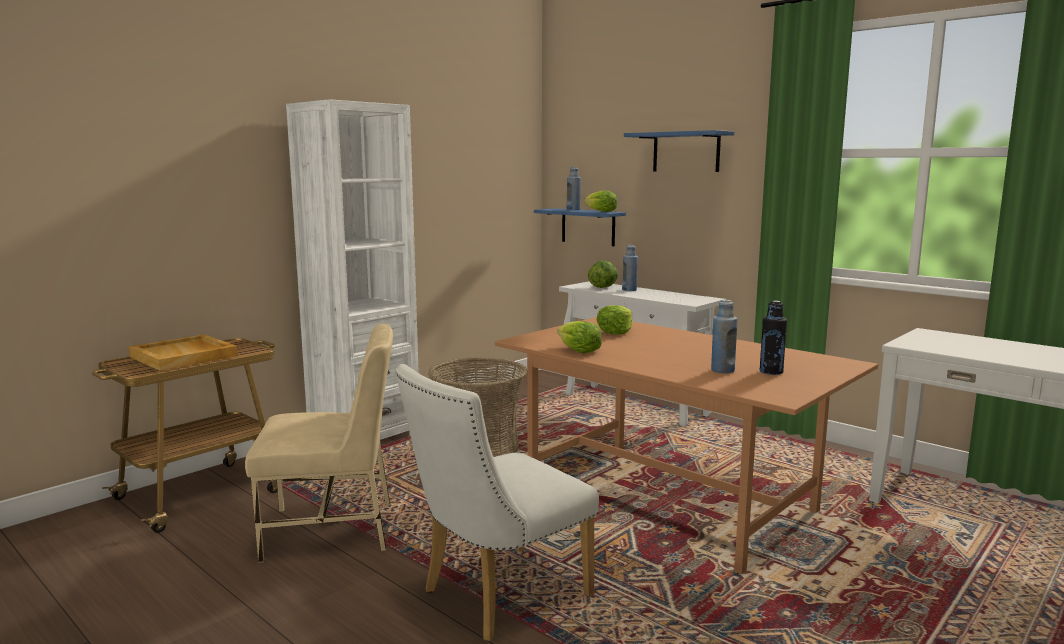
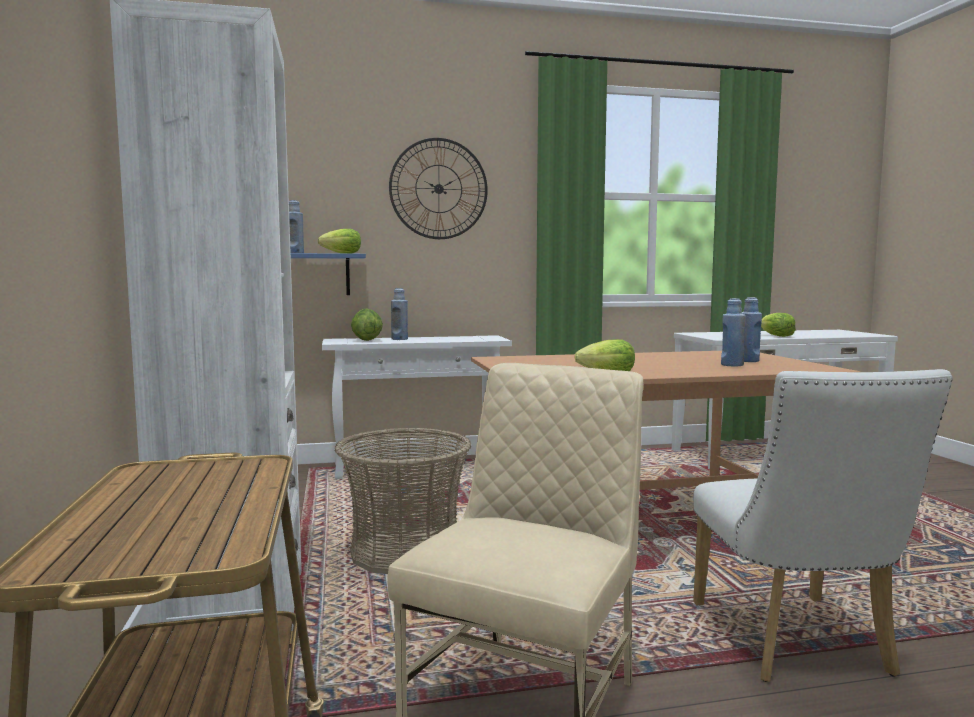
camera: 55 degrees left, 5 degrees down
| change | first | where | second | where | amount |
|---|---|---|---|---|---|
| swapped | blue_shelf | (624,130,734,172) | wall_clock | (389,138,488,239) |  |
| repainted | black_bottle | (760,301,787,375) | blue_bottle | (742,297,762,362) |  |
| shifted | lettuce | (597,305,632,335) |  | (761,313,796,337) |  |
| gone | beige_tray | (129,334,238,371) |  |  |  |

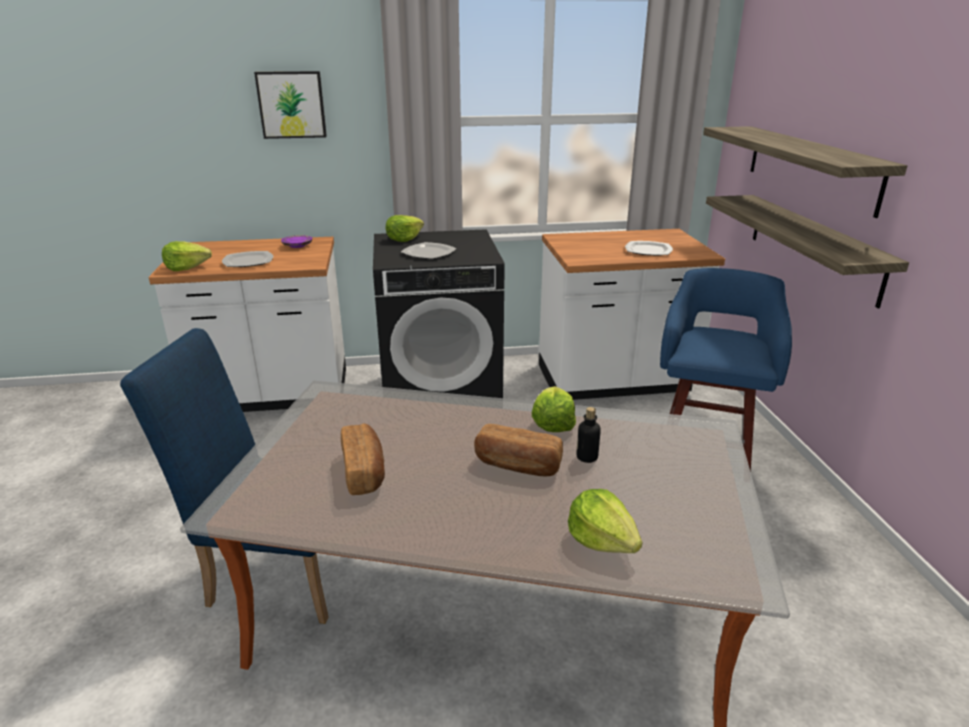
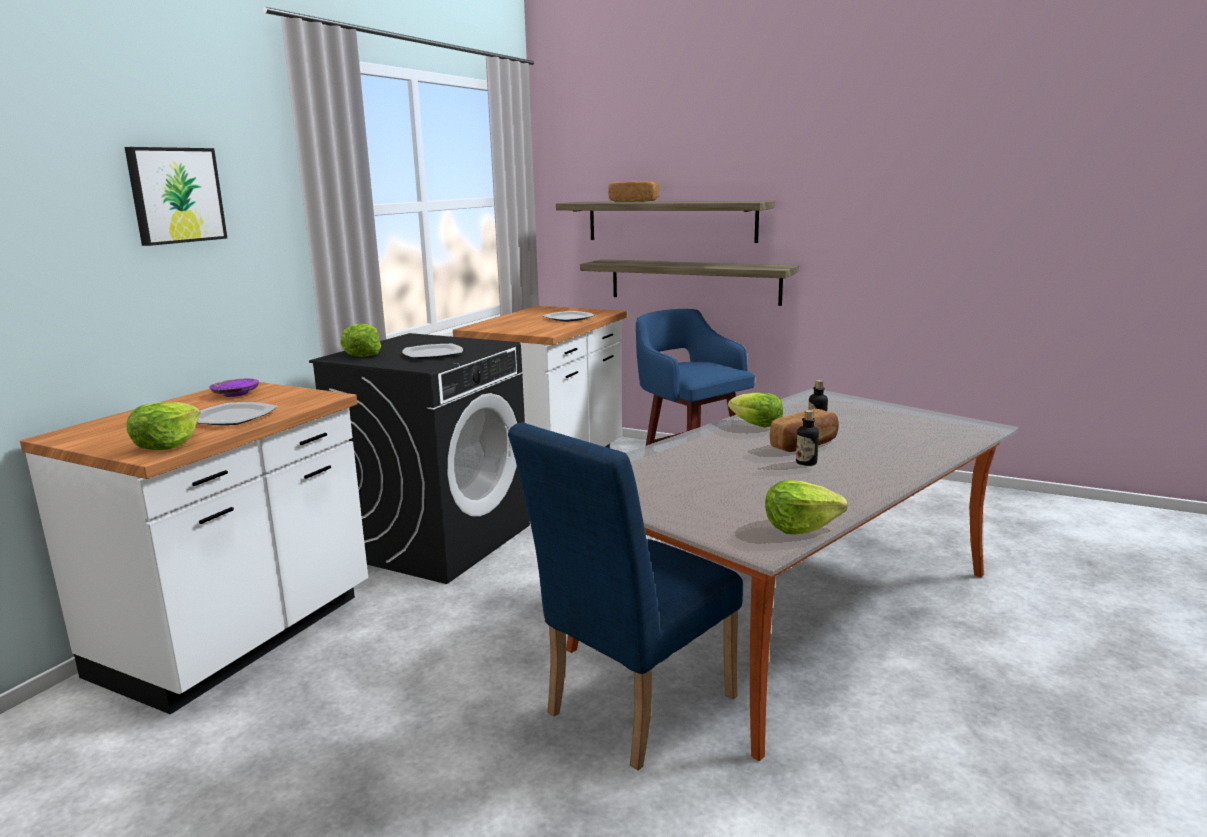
camera: 55 degrees left, 10 degrees down
| change | first | where | second | where | amount |
|---|---|---|---|---|---|
| shifted | bread | (341,423,385,495) |  | (608,181,659,202) |  |
| shifted | lettuce | (568,489,642,553) |  | (765,480,847,535) |  |
| new |  |  | bottle | (796,410,819,466) |  |

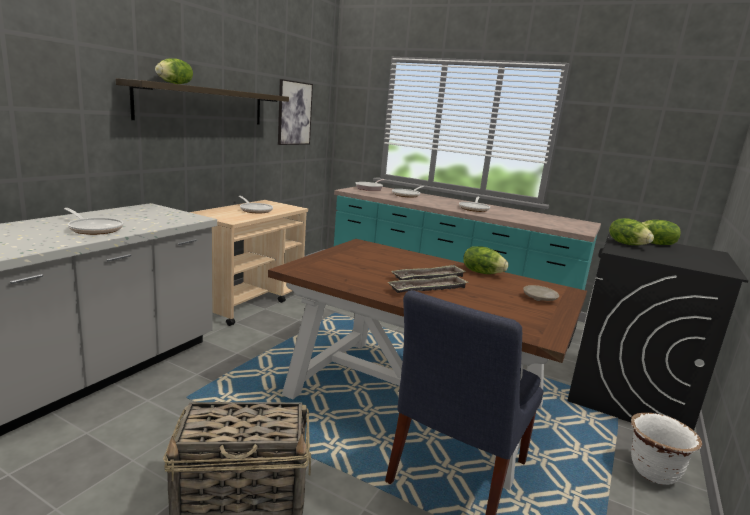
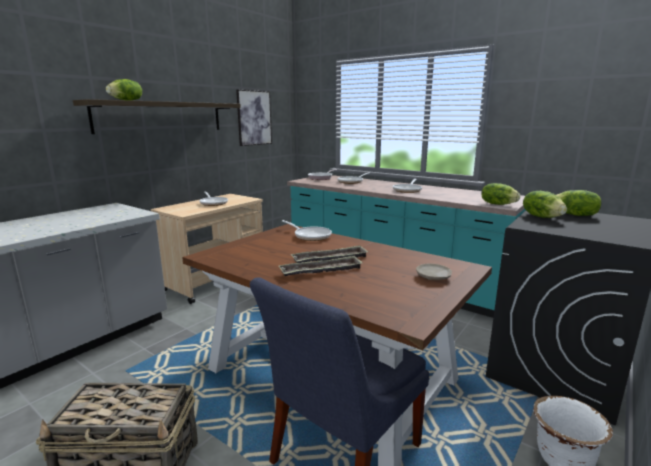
camera: 10 degrees right, 0 degrees up
| change | first | where | second | where | amount |
|---|---|---|---|---|---|
| shifted | frying_pan | (64,208,123,235) |  | (282,220,332,241) |  |
| shifted | lettuce | (463,246,509,274) |  | (481,183,520,205) |  |

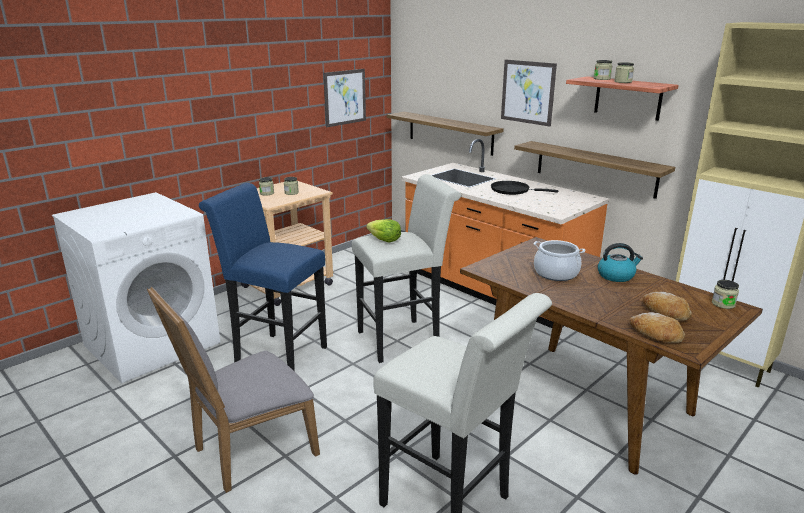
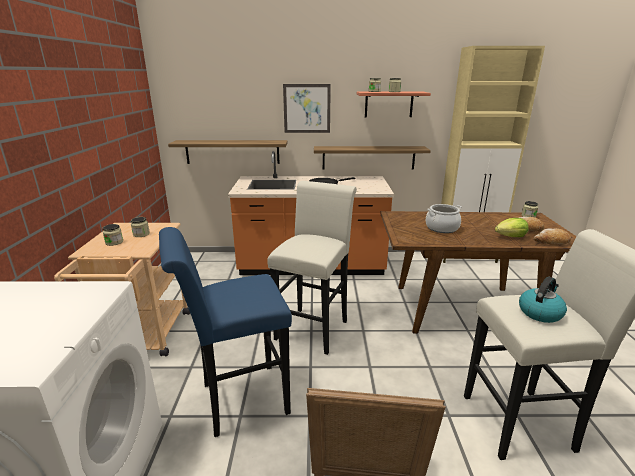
camera: 45 degrees left, 0 degrees up
| change | first | where | second | where | amount |
|---|---|---|---|---|---|
| gone | picture | (323,69,366,127) |  |  |  |
| shifted | lettuce | (366,219,401,243) |  | (495,218,529,237) |  |
| shifted | kettle | (598,243,643,282) |  | (519,277,567,323) |  |

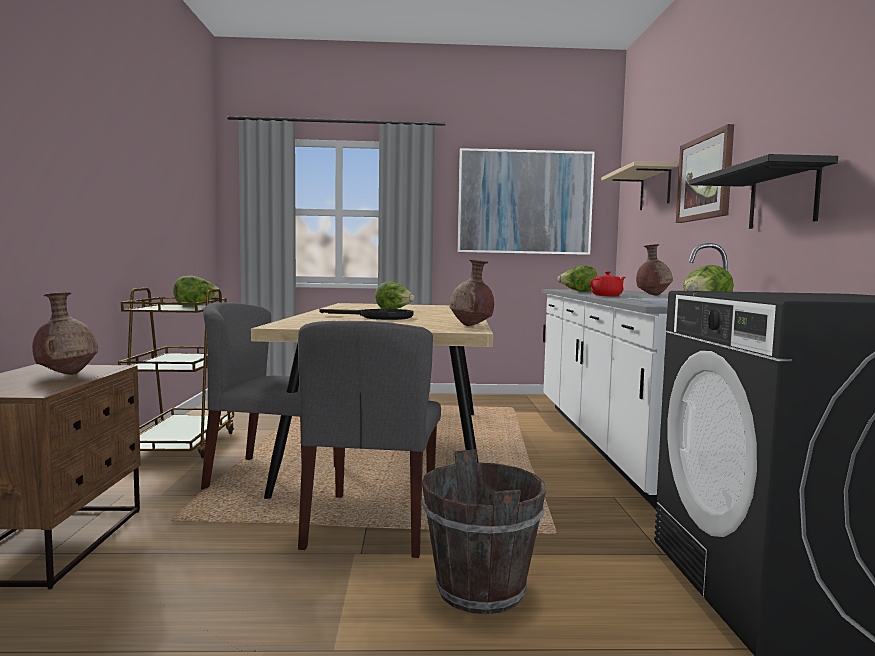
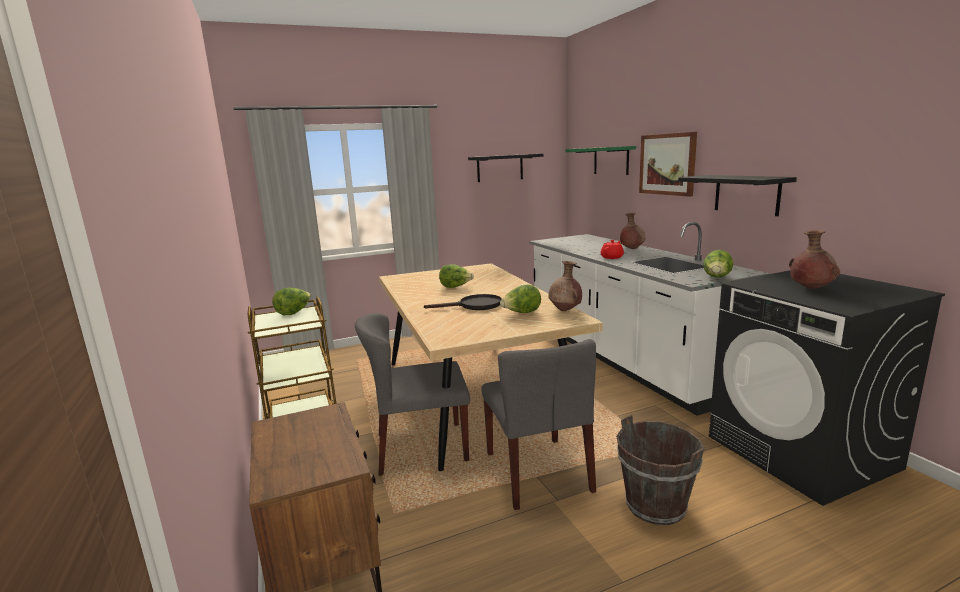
camera: 20 degrees left, 10 degrees up
| change | first | where | second | where | amount |
|---|---|---|---|---|---|
| swapped | picture | (457,148,595,255) | black_shelf | (468,154,543,182) |  |
| repainted | beige_shelf | (601,161,678,210) | green_shelf | (565,146,636,175) |  |
| shifted | lettuce | (557,265,597,292) |  | (500,285,541,313) |  |
| shifted | brown_vase | (32,292,98,375) |  | (789,230,840,289) |  |

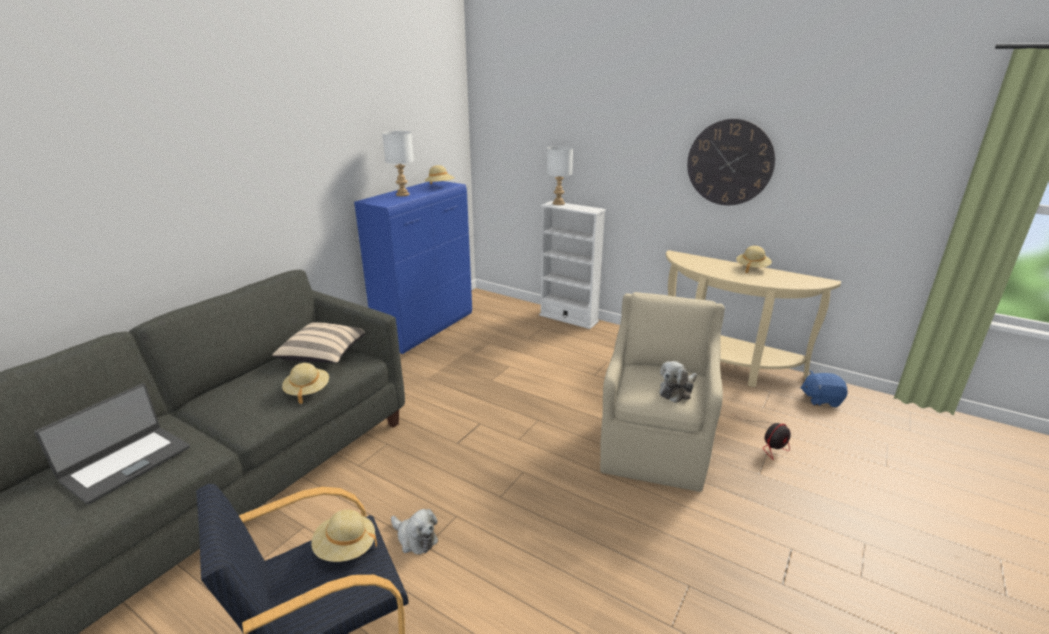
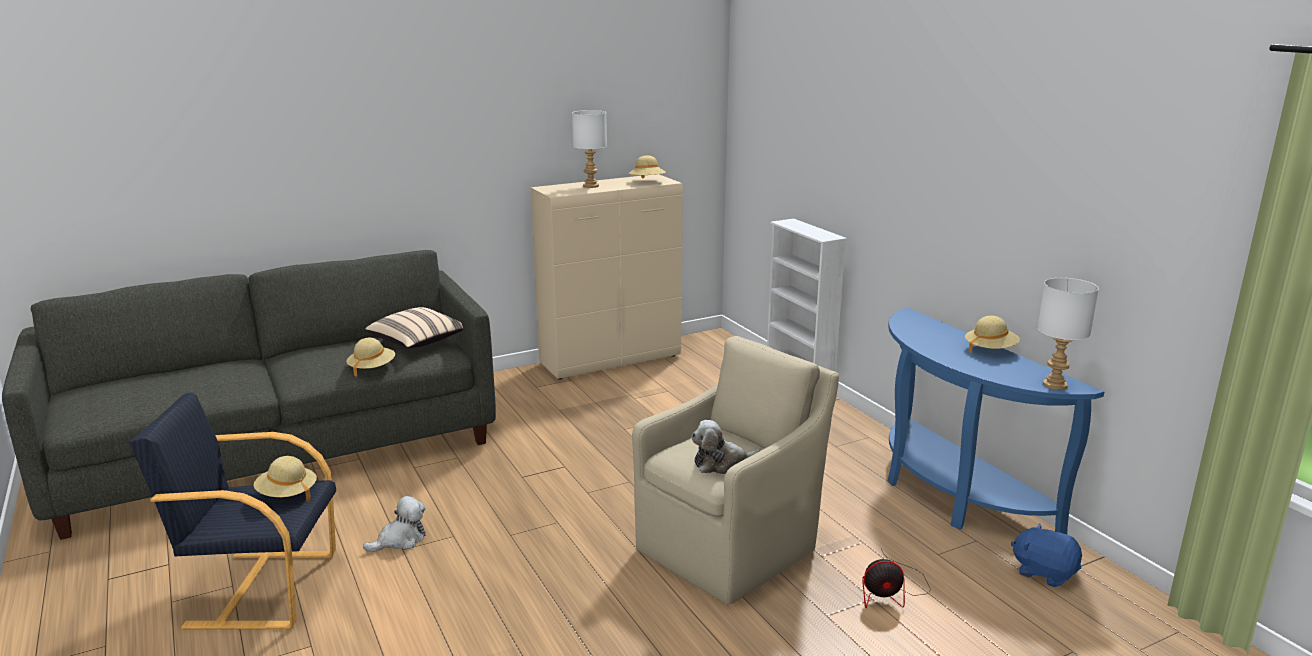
camera: 30 degrees right, 5 degrees down
| change | first | where | second | where | amount |
|---|---|---|---|---|---|
| gone | wall_clock | (687,119,775,205) |  |  |  |
| shifted | white_table_lamp | (547,146,573,205) |  | (1038,278,1099,390) |  |
| repainted | blue_cabinet | (354,181,472,354) | beige_cabinet | (531,174,683,380) |  |
| repainted | beige_console_table | (666,250,841,387) | blue_console_table | (888,308,1104,534) |  |
| gone | laptop | (34,383,190,504) |  |  |  |
| rotated | plush_toy | (391,509,438,554) |  | (363,496,426,552) | 105 degrees counterclockwise |

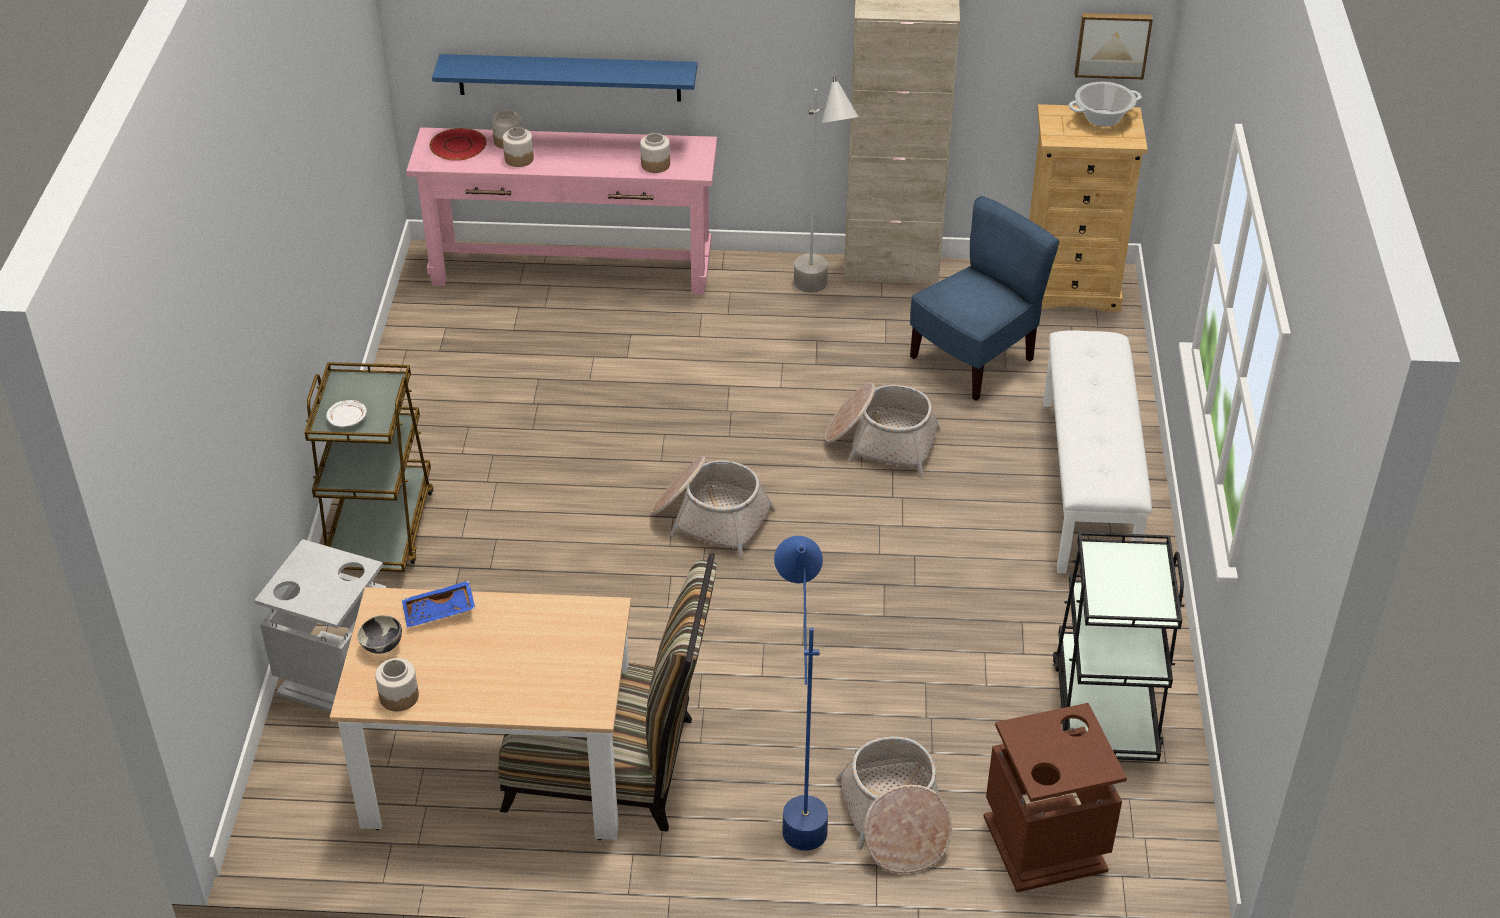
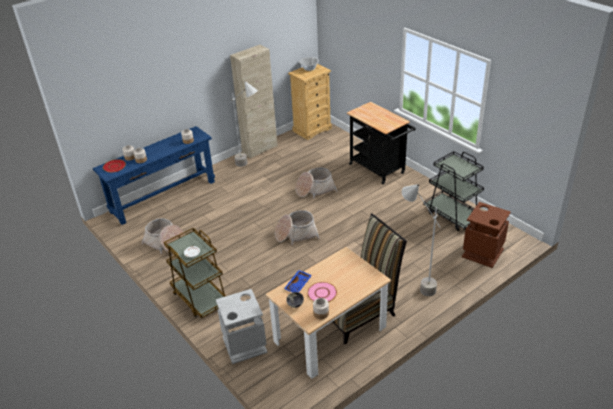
camera: 40 degrees left, 5 degrees down
| change | first | where | second | where | amount |
|---|---|---|---|---|---|
| gone | picture | (1075,13,1153,79) |  |  |  |
| gone | blue_shelf | (432,54,697,102) |  |  |  |
| repainted | pink_console_table | (406,127,717,295) | blue_console_table | (93,126,215,225) |  |
| gone | blue_chair | (910,196,1059,401) |  |  |  |
| swapped | white_bench | (1043,330,1152,573) | black_cart | (347,102,416,184) |  |
| repainted | blue_floor_lamp | (774,536,828,851) | grey_floor_lamp | (402,184,440,296) |  |
| shifted | basket | (836,736,952,874) |  | (142,218,185,254) |  |
| new |  |  | pink_plate | (307,282,337,302) |  |

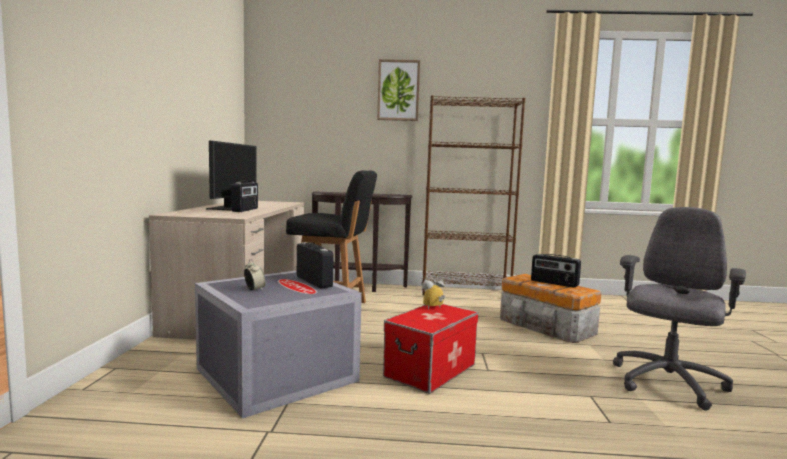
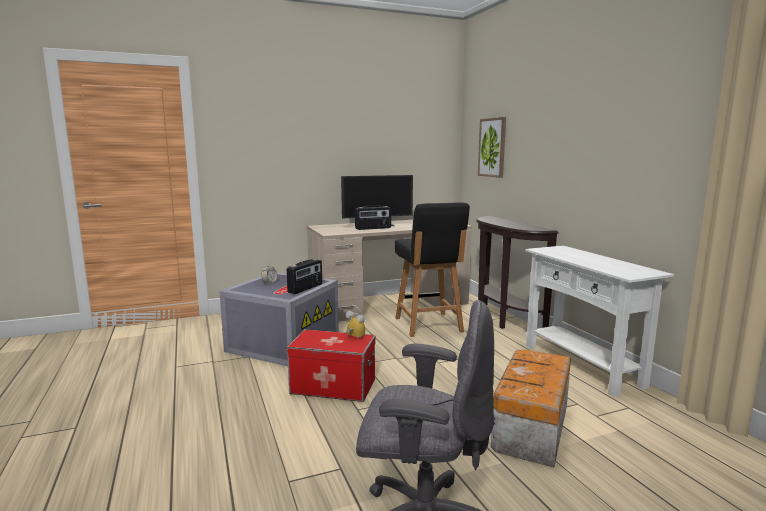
camera: 65 degrees right, 5 degrees up
| change | first | where | second | where | amount |
|---|---|---|---|---|---|
| shifted | picture | (377,59,420,121) |  | (478,117,506,178) |  |
| swapped | brown_bookcase | (421,95,525,296) | white_console_table | (525,246,674,397) |  |
| gone | radio | (531,254,581,288) |  |  |  |

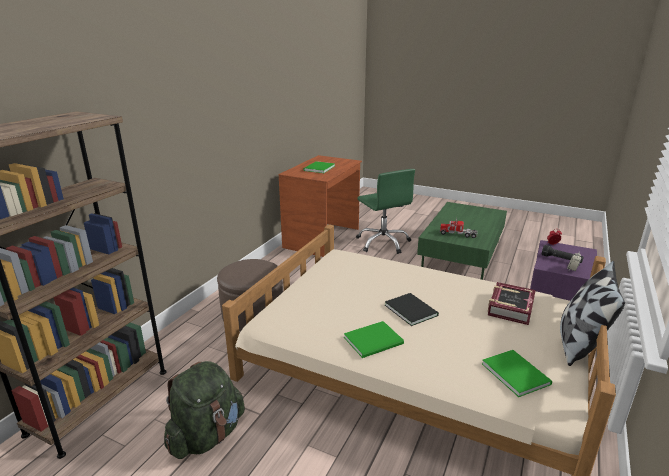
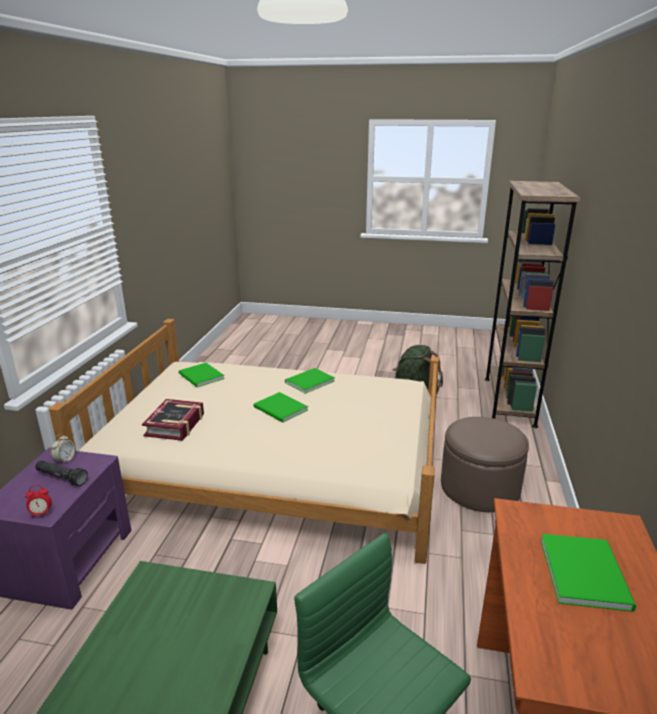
camera: 165 degrees right, 0 degrees up
| change | first | where | second | where | amount |
|---|---|---|---|---|---|
| gone | toy_truck | (440,218,478,238) |  |  |  |
| gone | pillow | (560,261,625,366) |  |  |  |
| repainted | black_book | (385,293,439,326) | green_book | (254,392,308,423) |  |

